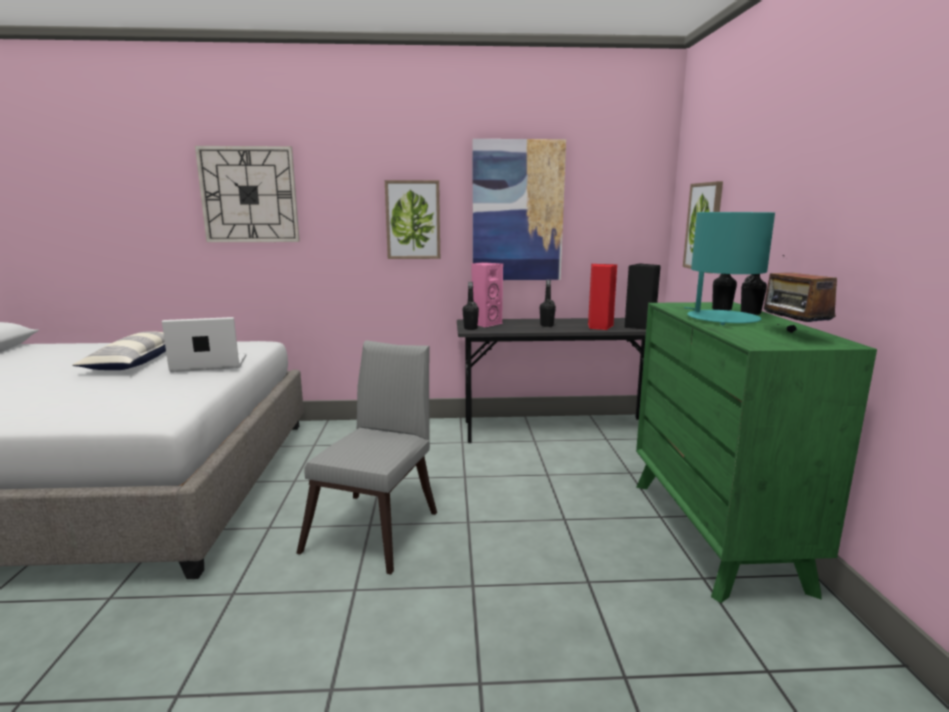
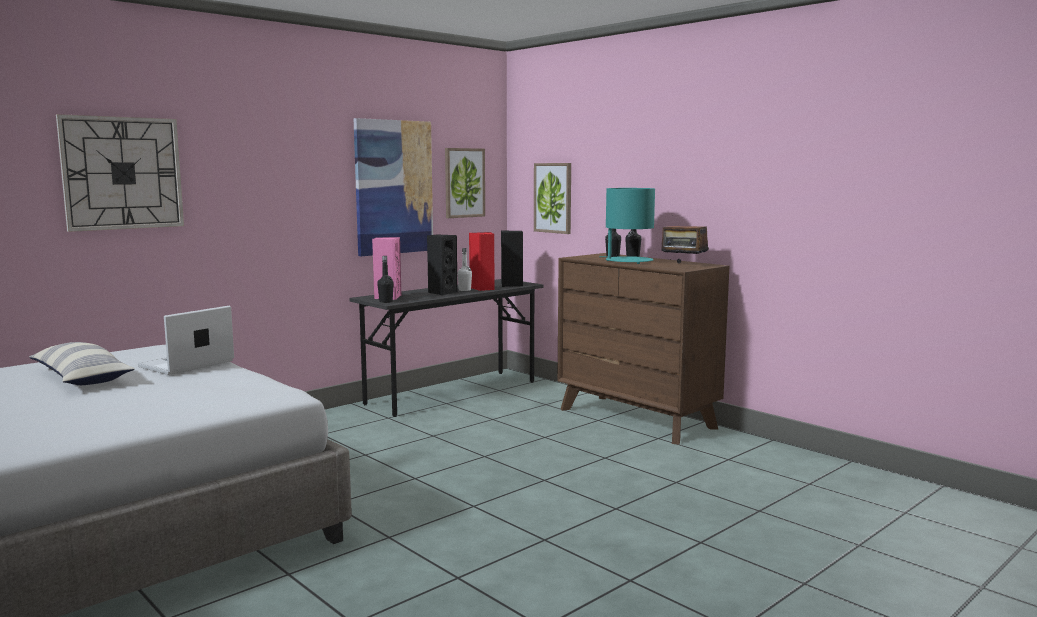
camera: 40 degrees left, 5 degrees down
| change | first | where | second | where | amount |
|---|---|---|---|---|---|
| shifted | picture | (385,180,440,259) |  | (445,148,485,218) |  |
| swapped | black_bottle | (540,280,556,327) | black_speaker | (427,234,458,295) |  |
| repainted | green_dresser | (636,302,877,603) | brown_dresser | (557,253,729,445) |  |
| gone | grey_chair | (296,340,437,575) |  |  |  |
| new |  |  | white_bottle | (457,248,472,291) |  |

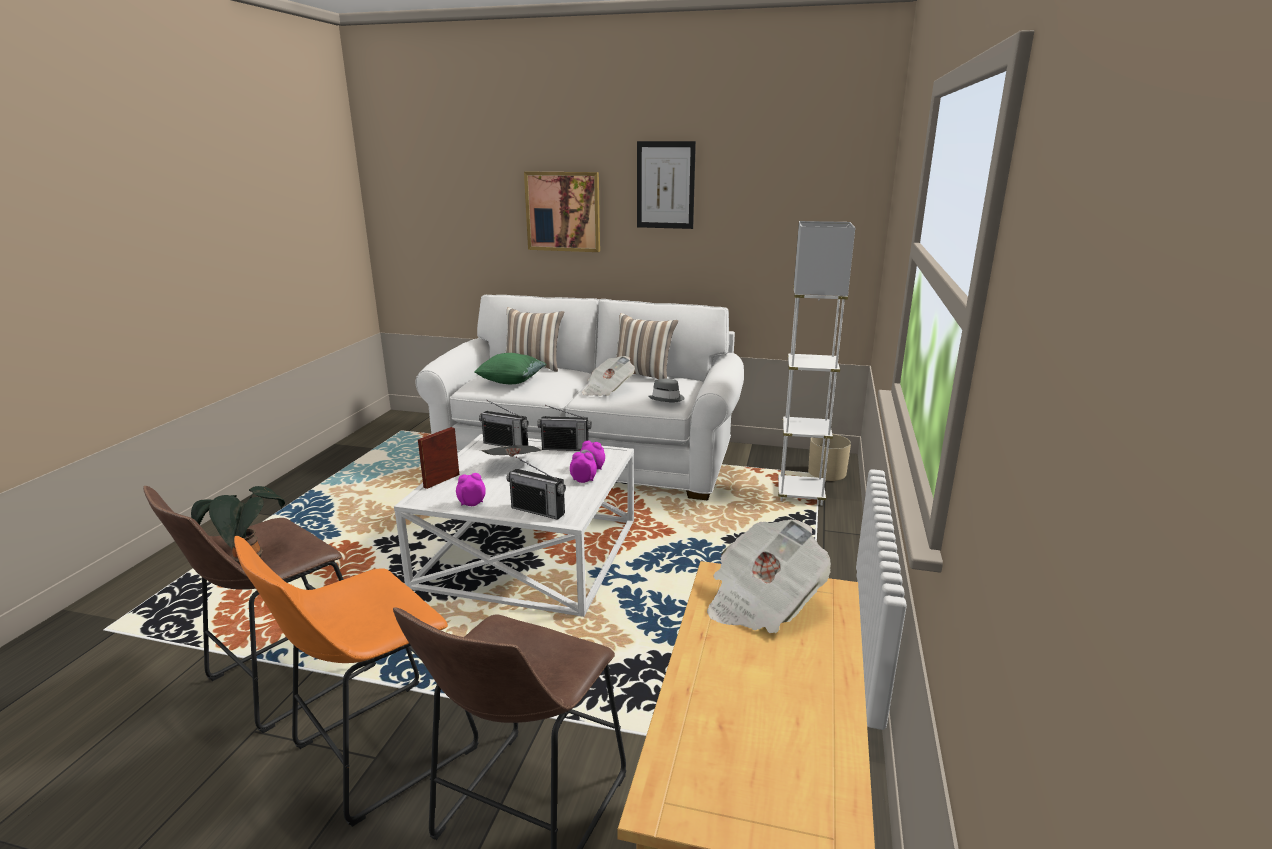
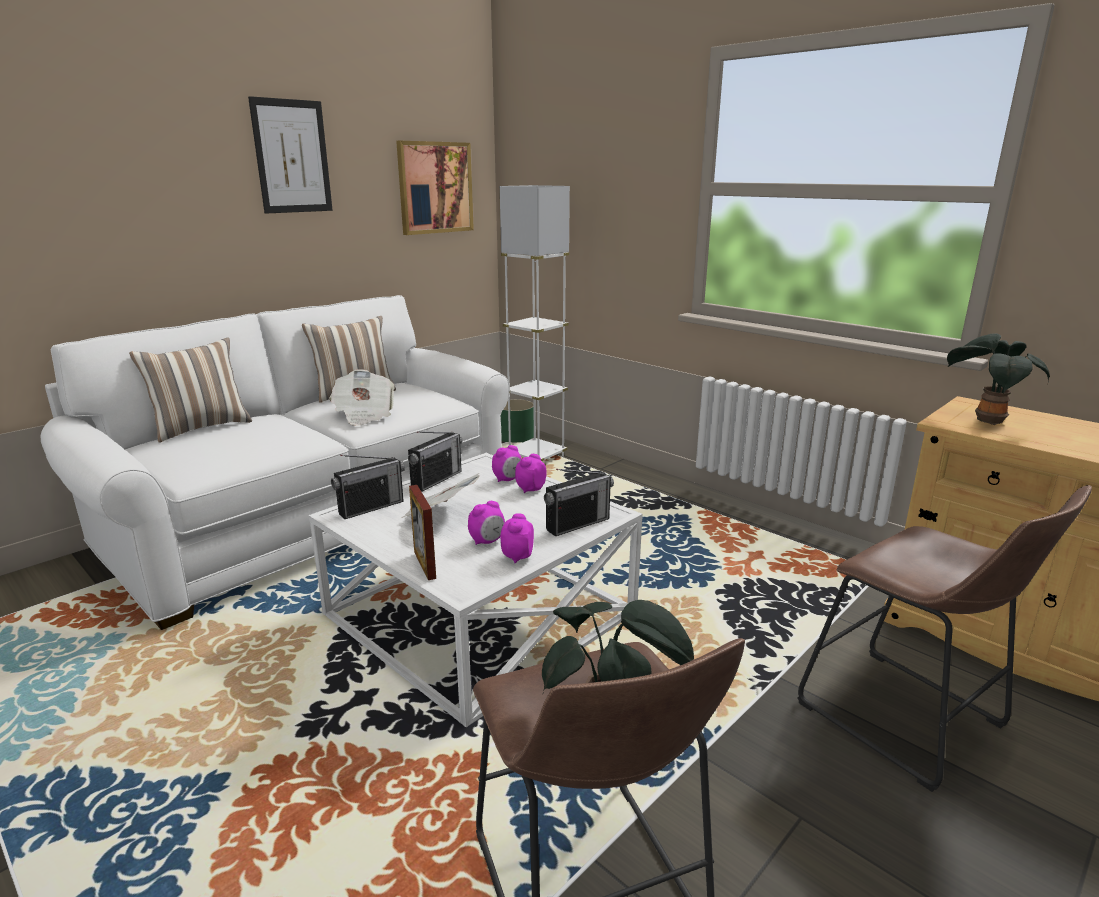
camera: 60 degrees left, 0 degrees up
| change | first | where | second | where | amount |
|---|---|---|---|---|---|
| shifted | picture | (524,172,600,252) |  | (396,141,474,235) |  |
| gone | green_pillow | (474,353,546,384) |  |  |  |
| gone | grey_hat | (648,379,685,403) |  |  |  |
| repainted | beige_planter | (808,434,851,481) | green_planter | (501,399,534,443) |  |
| swapped | newspaper | (707,519,831,633) | potted_plant | (947,334,1050,425) |  |
| gone | orange_stool | (234,536,479,827) |  |  |  |
| new |  |  | alarm_clock | (468,501,505,545) |  |

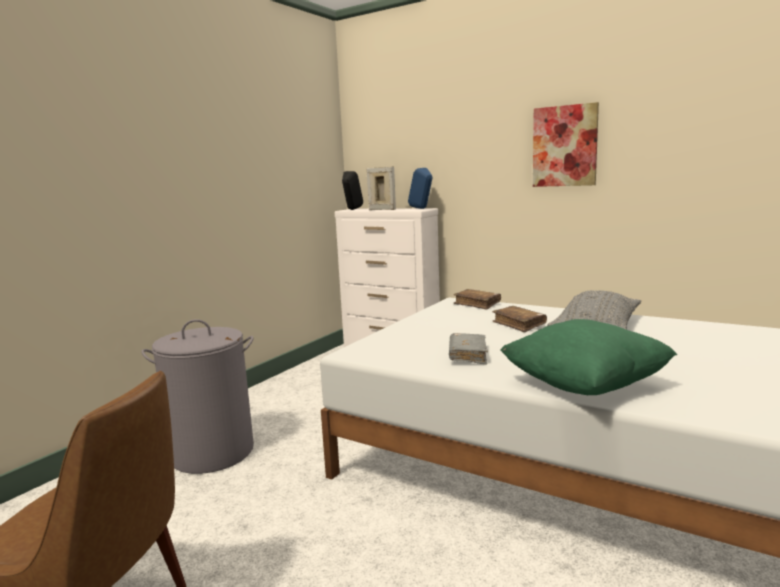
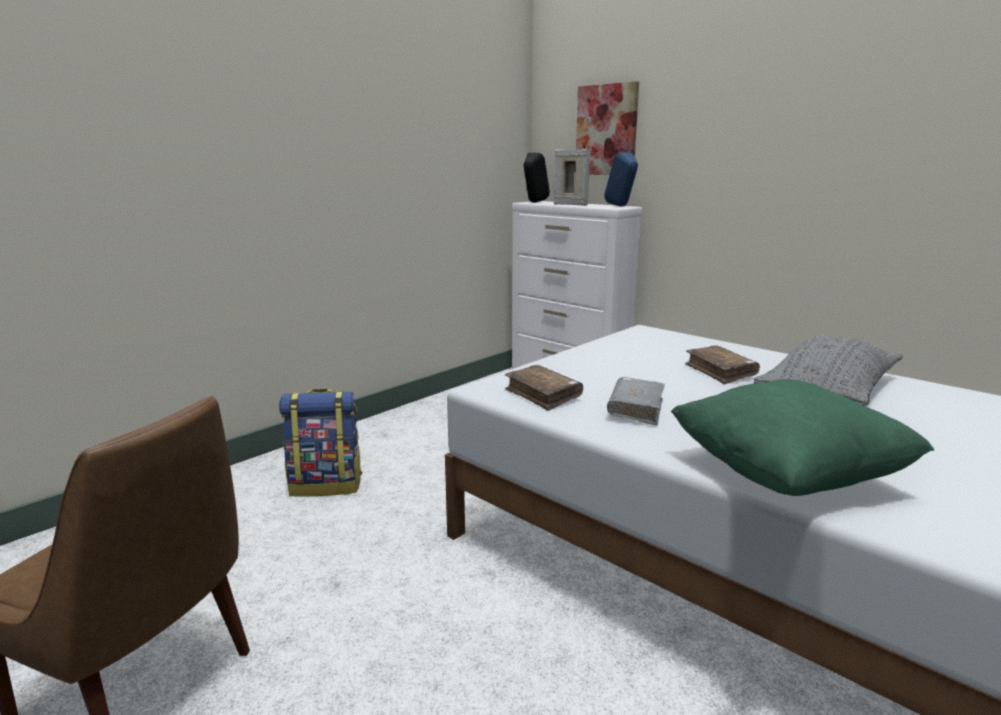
camera: 10 degrees right, 5 degrees up
| change | first | where | second | where | amount |
|---|---|---|---|---|---|
| shifted | picture | (533,102,599,187) |  | (576,81,639,175) |  |
| shifted | brown_book | (453,289,501,310) |  | (505,365,583,411) |  |
| swapped | grey_laundry_basket | (142,319,254,474) | backpack | (279,388,362,497) |  |

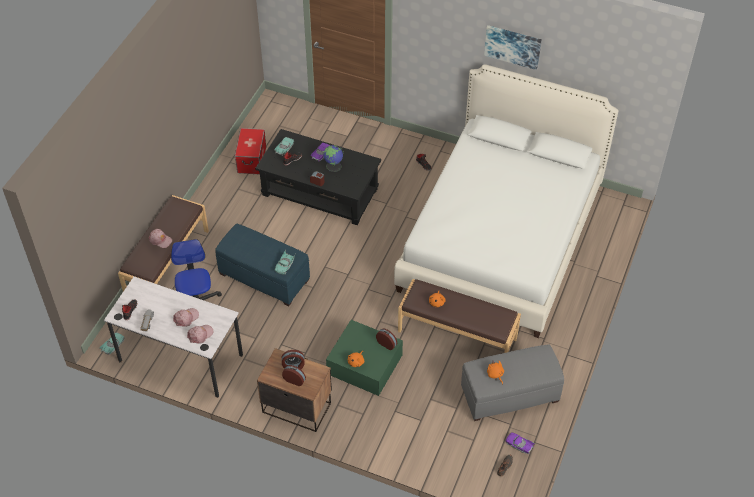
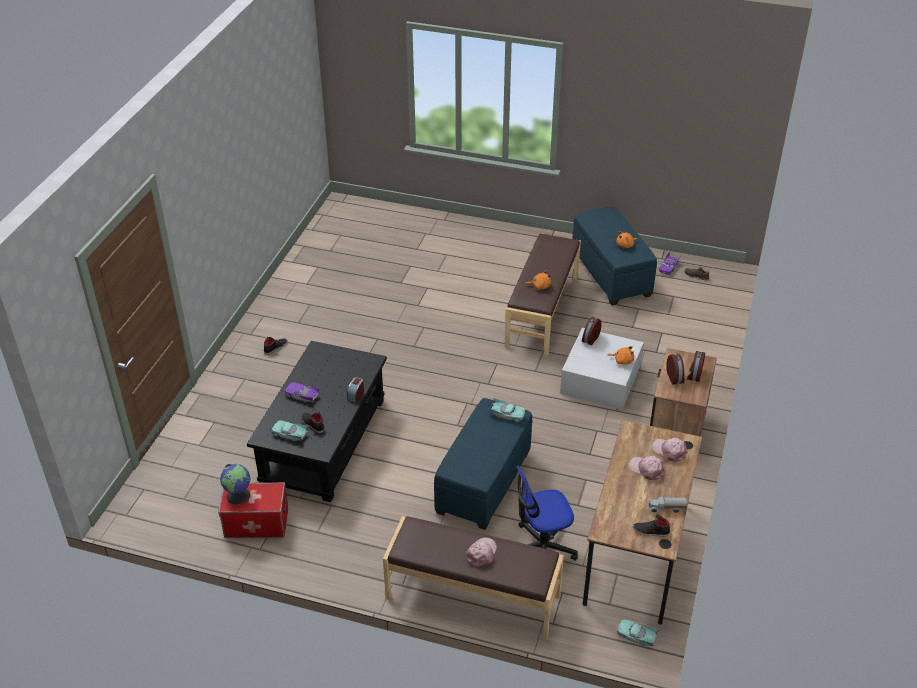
camera: 95 degrees left, 10 degrees down
| change | first | where | second | where | amount |
|---|---|---|---|---|---|
| gone | picture | (484,25,542,70) |  |  |  |
| gone | white_bed | (394,64,619,338) |  |  |  |
| shifted | globe | (323,145,344,172) |  | (220,464,251,504) |  |
| repainted | white_desk | (104,277,243,398) | brown_desk | (583,420,702,625) |  |
| repainted | green_storage_box | (326,320,403,396) | white_storage_box | (560,328,644,410) |  |
| repainted | grey_ottoman | (461,345,564,421) | blue_ottoman | (572,207,657,305) |  |

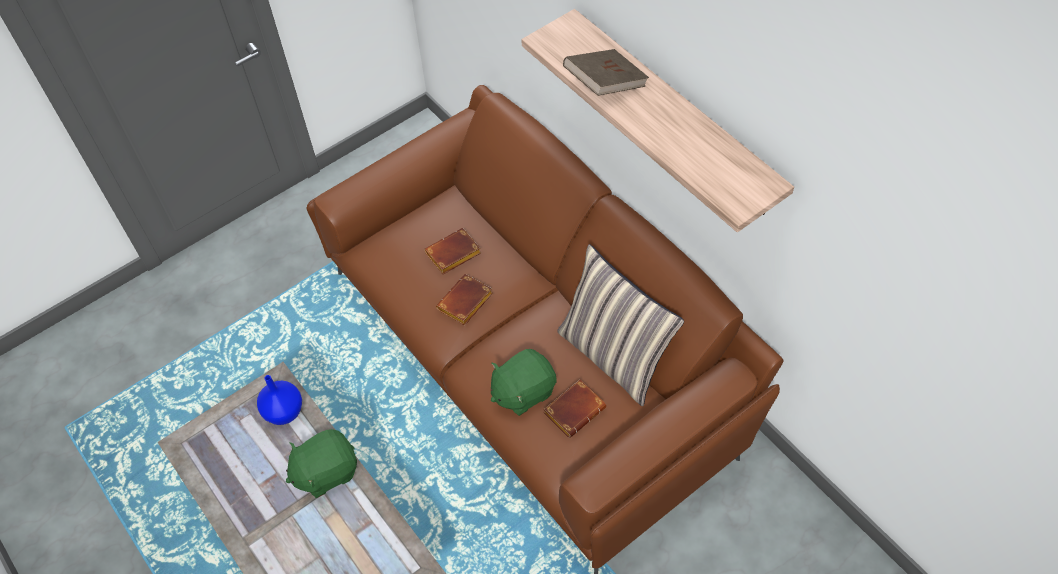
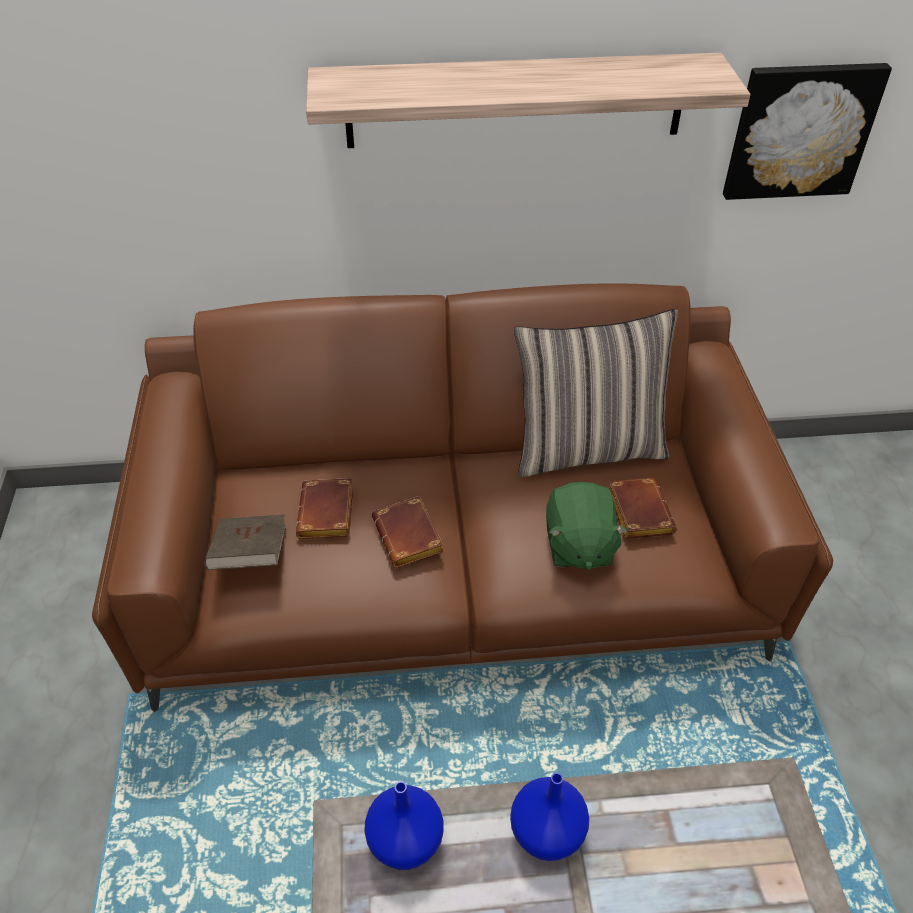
camera: 60 degrees left, 10 degrees down
| change | first | where | second | where | amount |
|---|---|---|---|---|---|
| shifted | brown_book | (563,49,649,96) |  | (204,514,286,570) |  |
| swapped | green_plush_toy | (286,429,357,498) | blue_vase | (510,773,589,861) |  |
| new |  |  | picture | (723,63,892,200) |  |

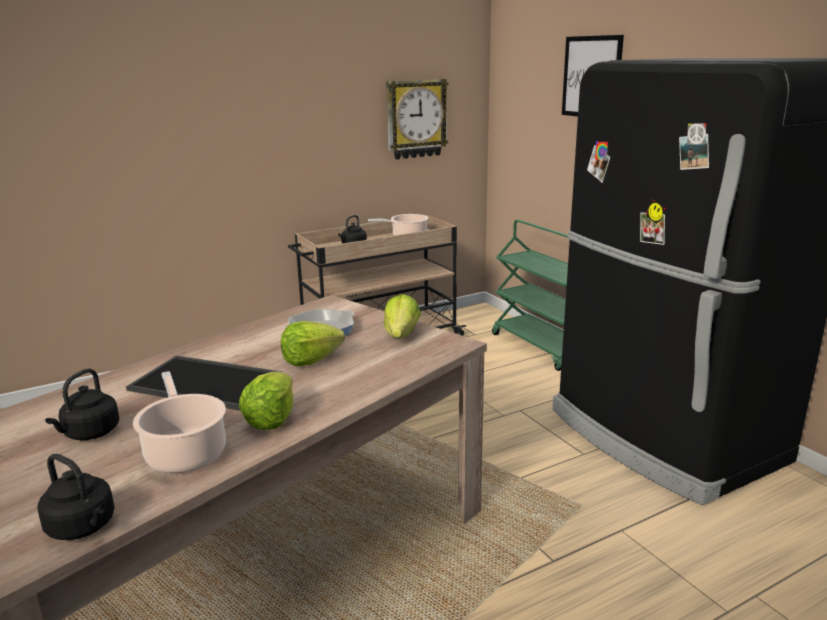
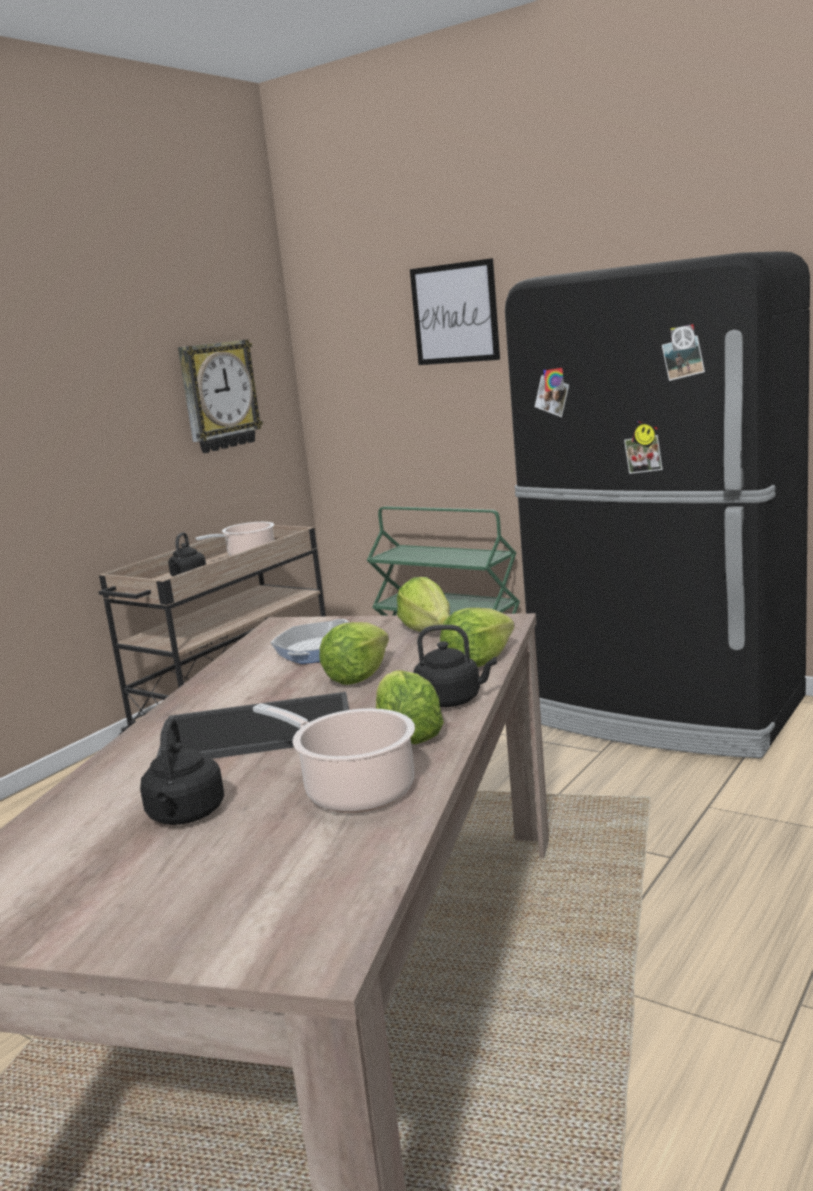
camera: 25 degrees left, 5 degrees down
| change | first | where | second | where | amount |
|---|---|---|---|---|---|
| shifted | black_kettle | (37,454,115,540) |  | (413,625,497,707) |  |
| new |  |  | lettuce | (440,608,515,667) |  |

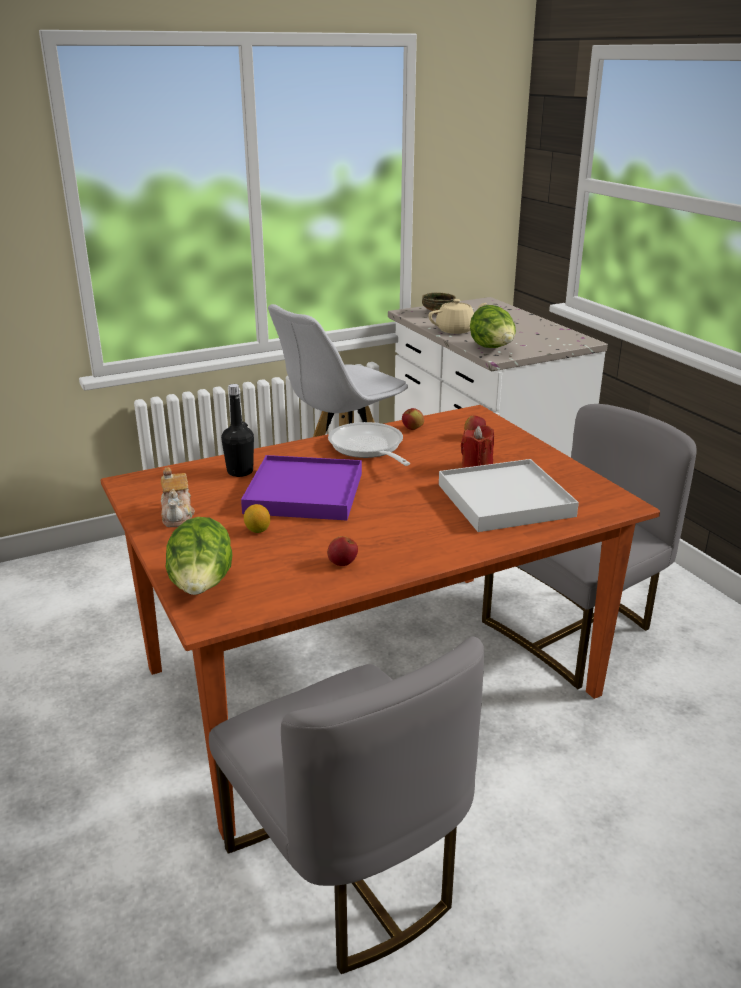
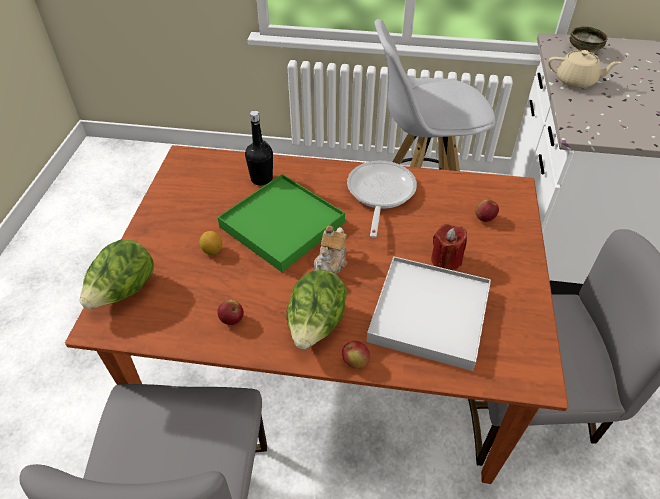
camera: 35 degrees right, 20 degrees up
| change | first | where | second | where | amount |
|---|---|---|---|---|---|
| shifted | lettuce | (470,305,516,348) |  | (286,270,347,349) |  |
| shifted | apple | (402,408,424,430) |  | (342,341,370,369) |  |
| repainted | purple_tray | (241,455,362,520) | green_tray | (217,174,345,272) |  |
| shifted | teapot | (161,467,195,527) |  | (314,226,347,275) |  |

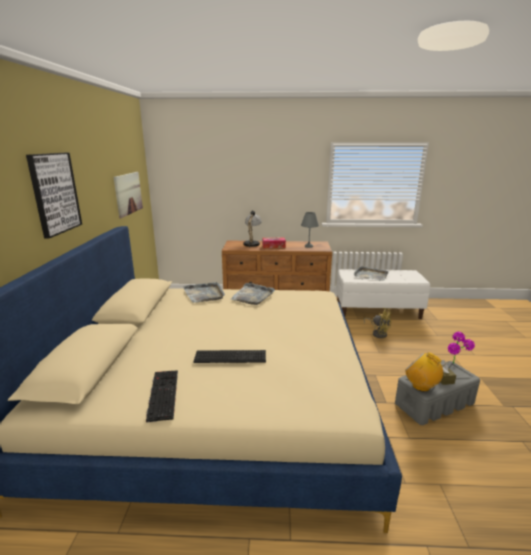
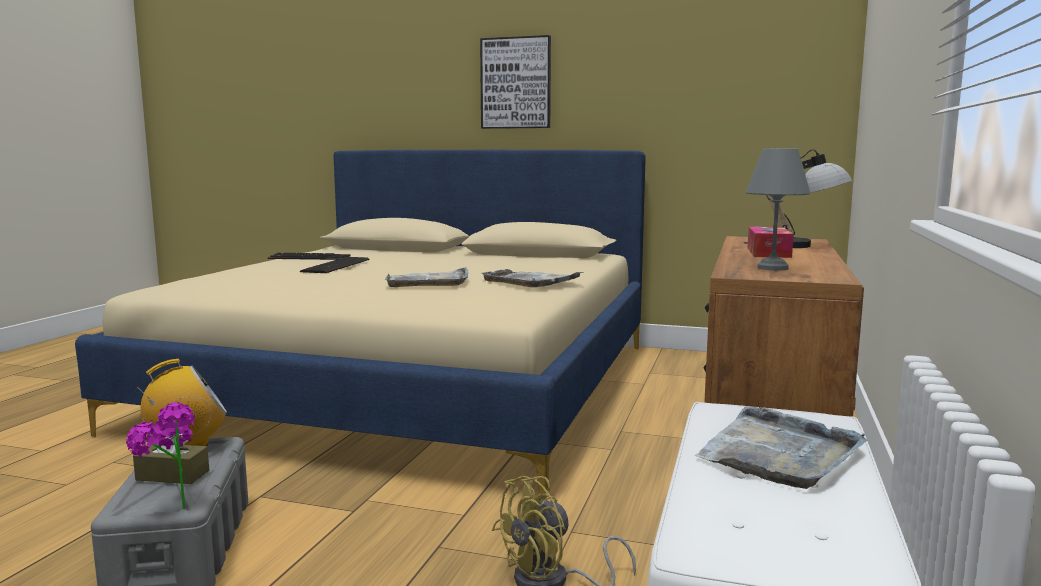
camera: 105 degrees right, 10 degrees down
| change | first | where | second | where | amount |
|---|---|---|---|---|---|
| gone | picture | (114,172,143,218) |  |  |  |
| shifted | grey_tray | (183,282,225,303) |  | (385,267,469,287) |  |

